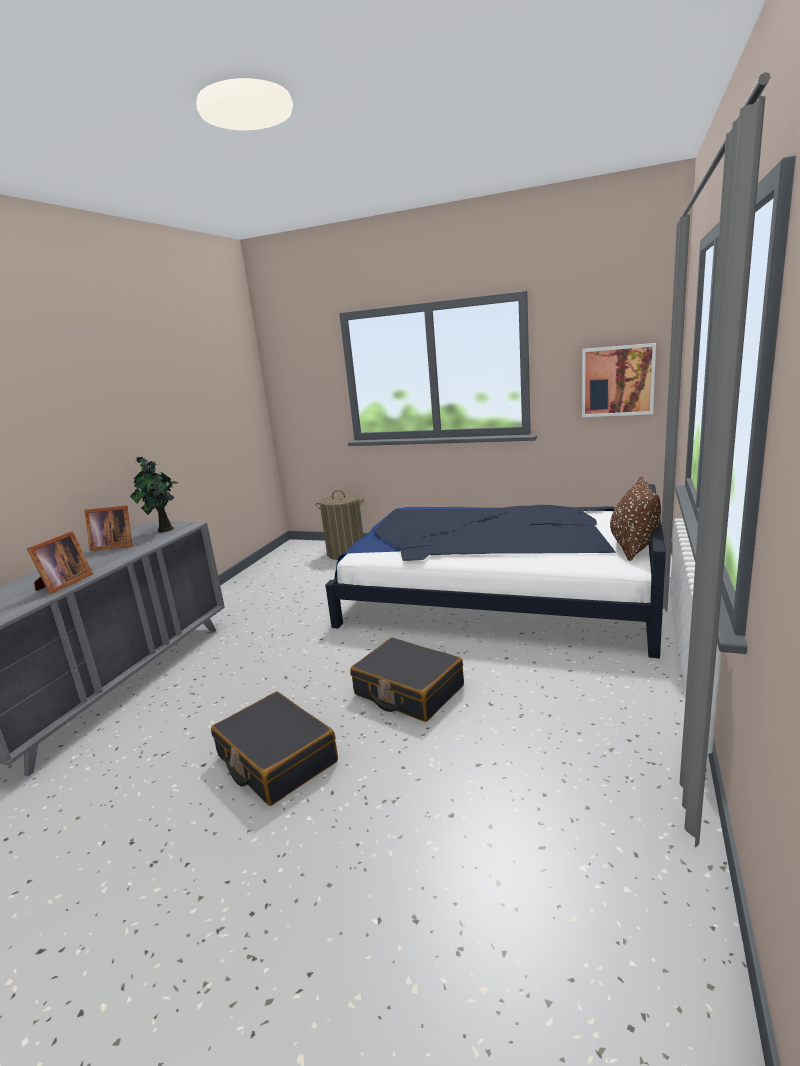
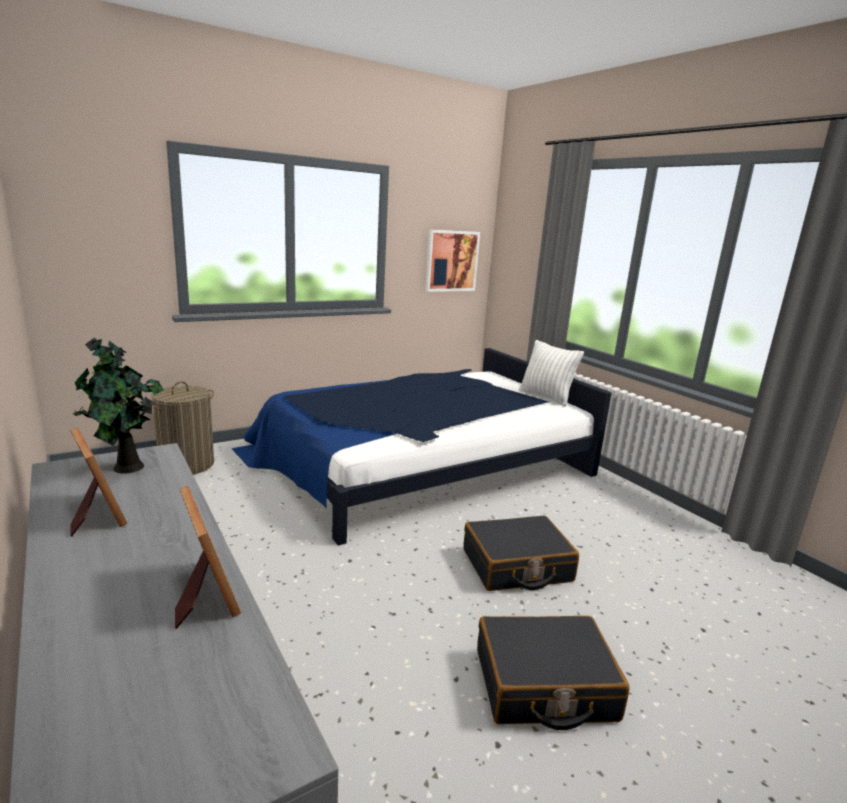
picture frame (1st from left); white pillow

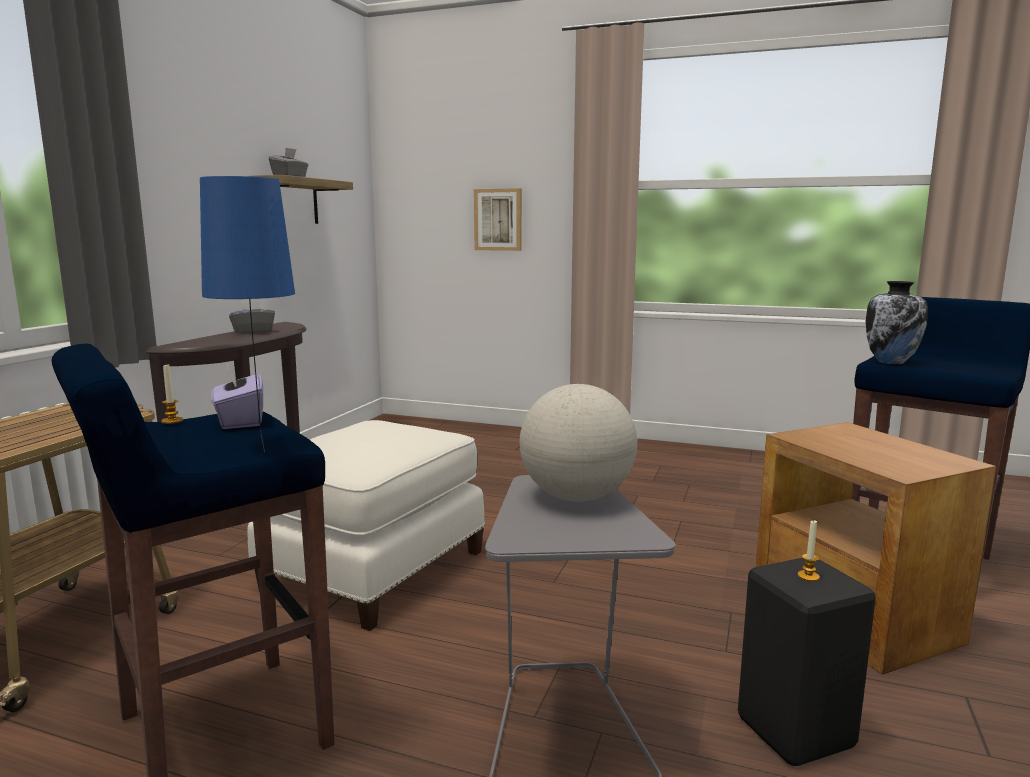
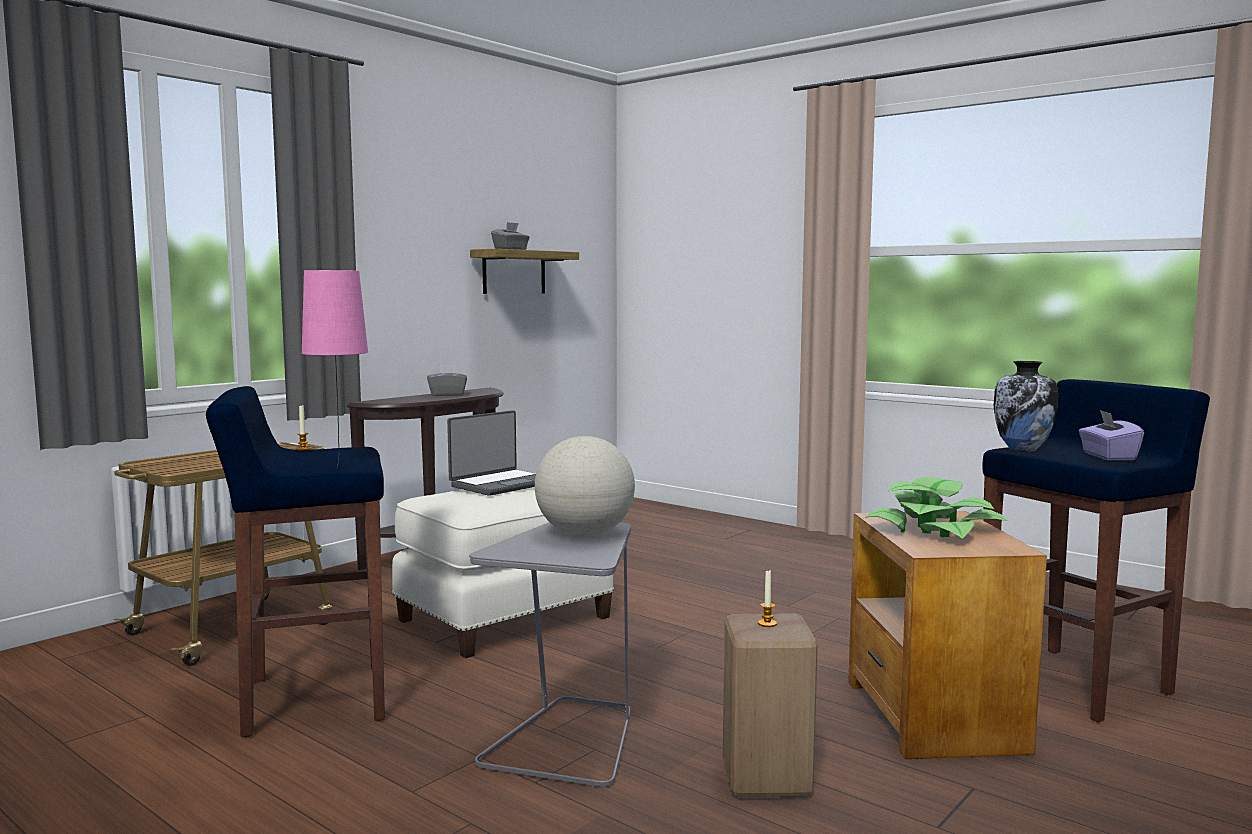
pink table lamp; laptop; beige stool; potted plant; purple tissue box; picture

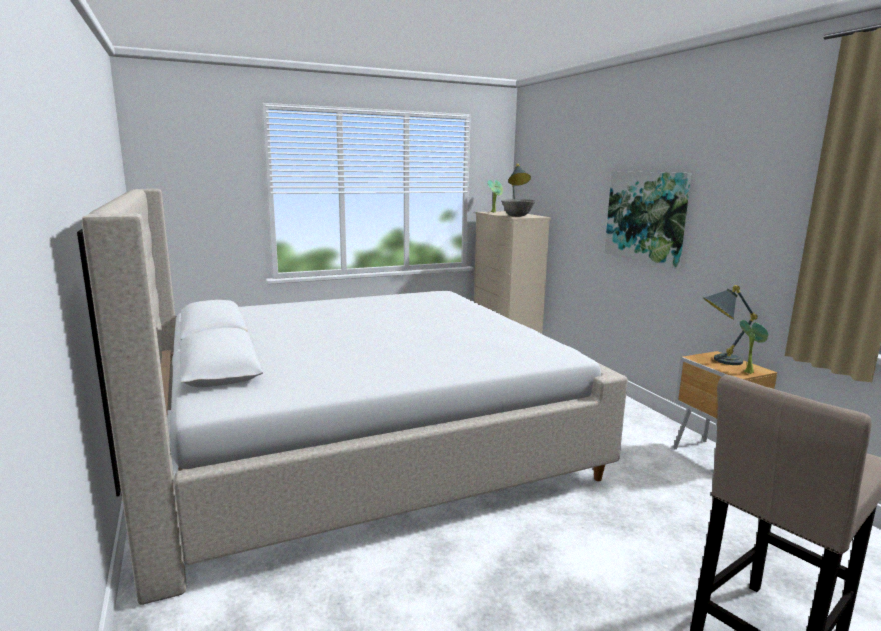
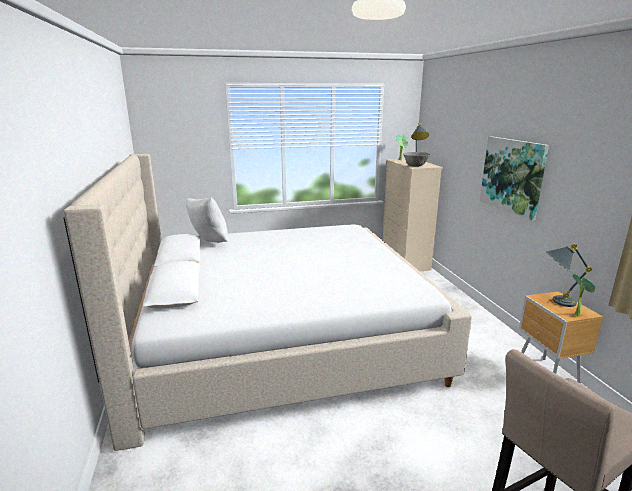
white pillow

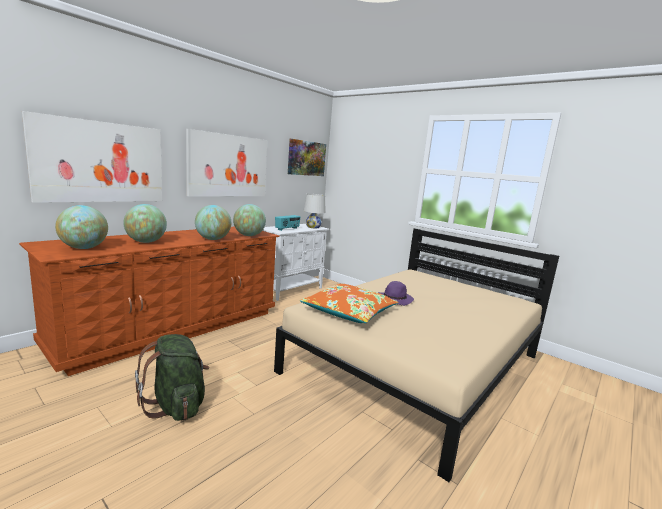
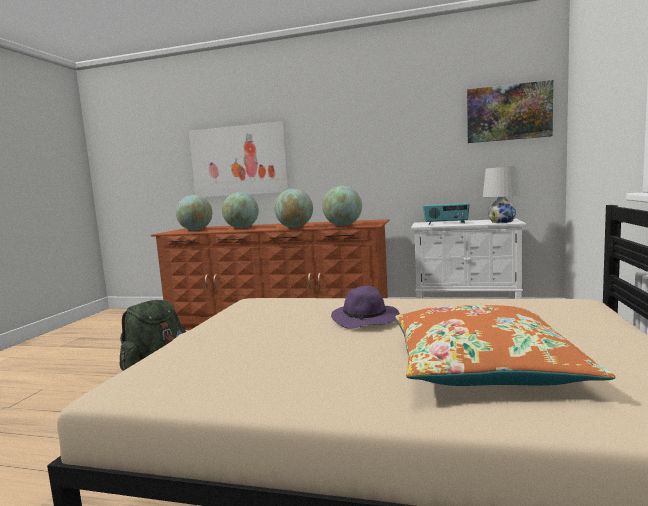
orange pillow; picture (2nd from left in the first image)

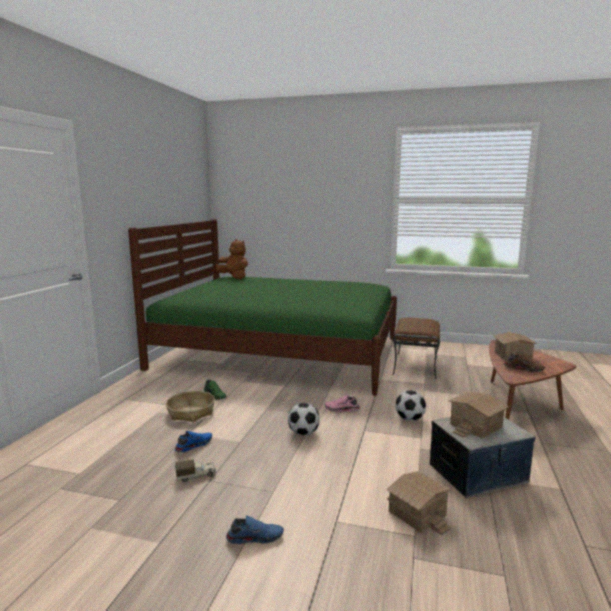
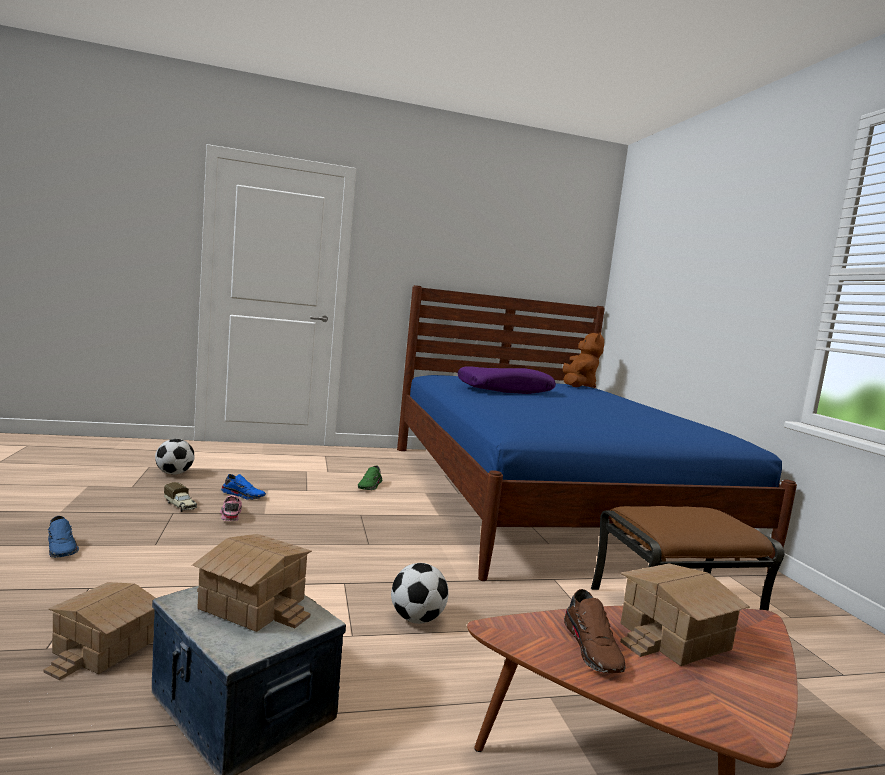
football (1st from left); pink shoe; blue bed; purple pillow; basket

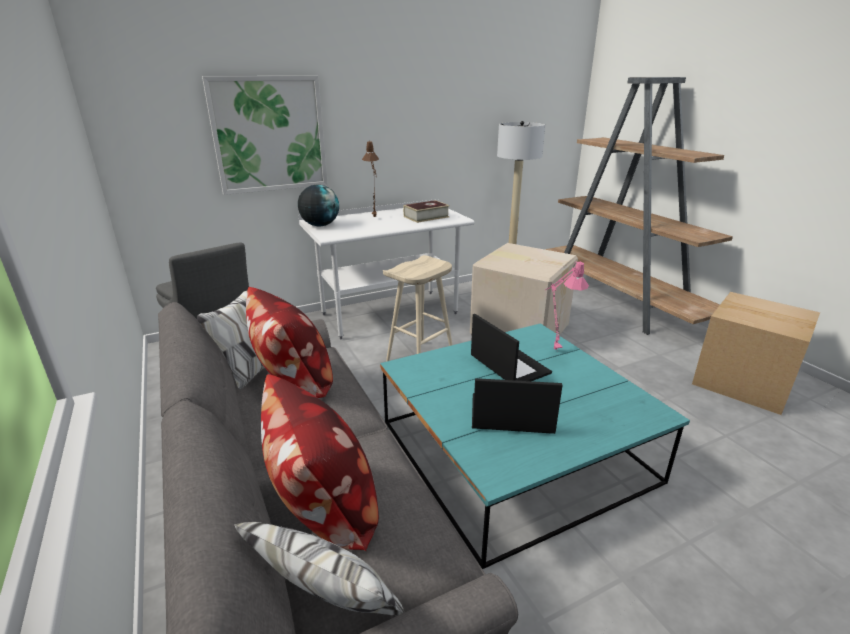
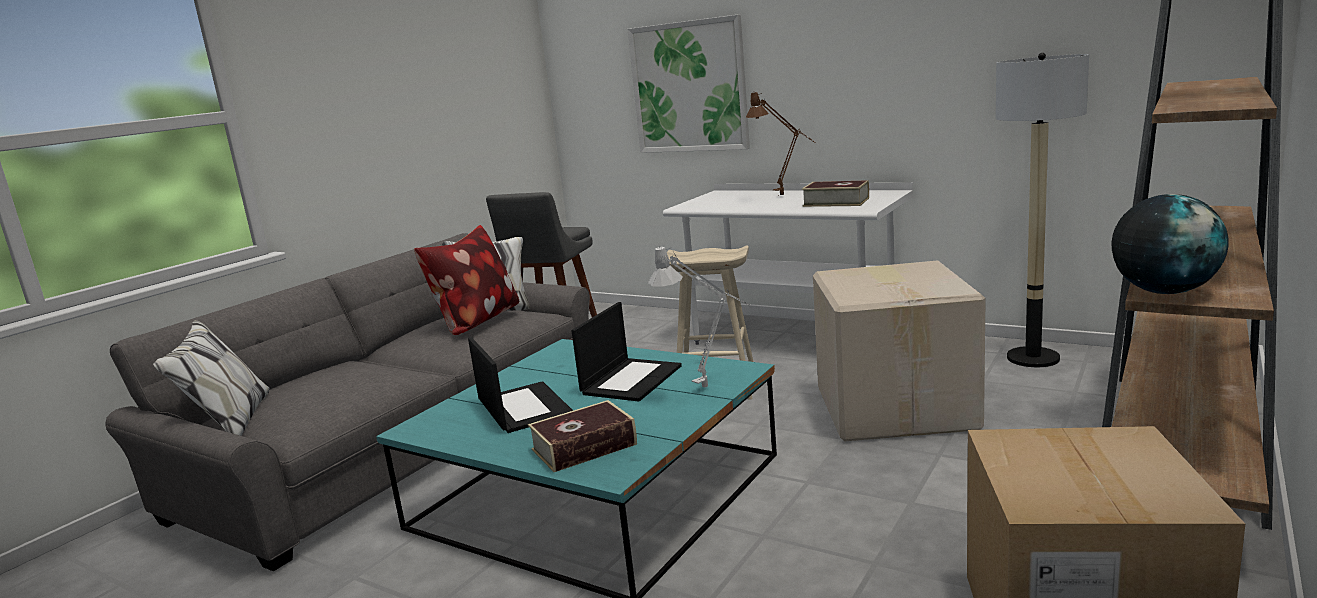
book (1st from left); grey table lamp; globe; pillow (2nd from left in the first image)

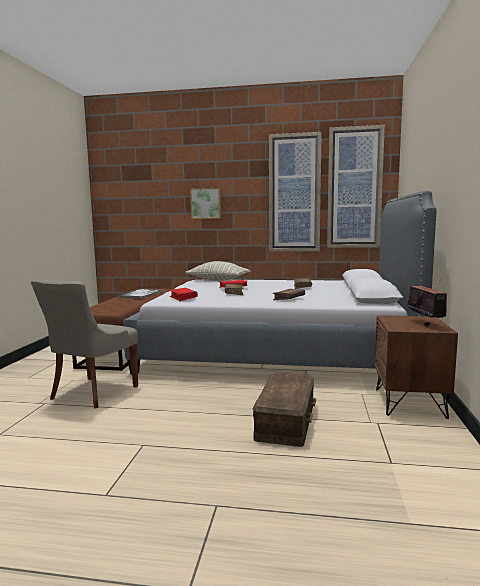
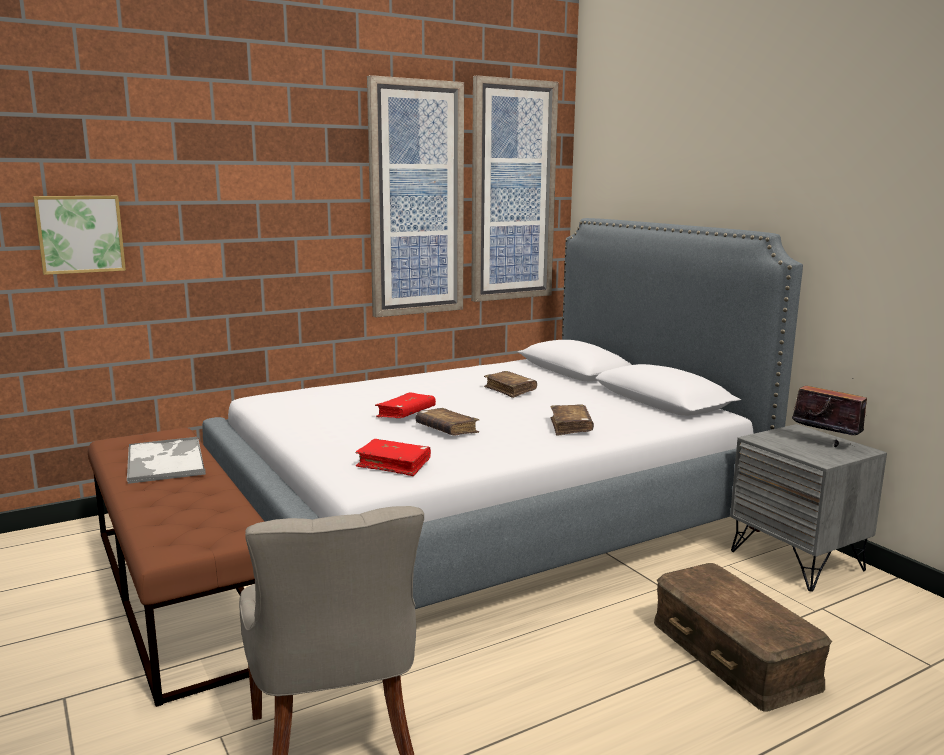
picture (1st from left); grey nightstand; pillow

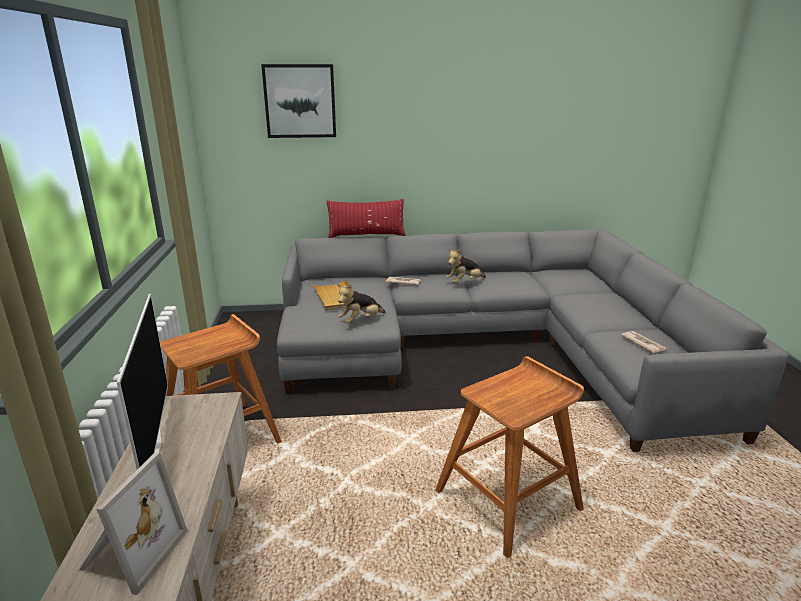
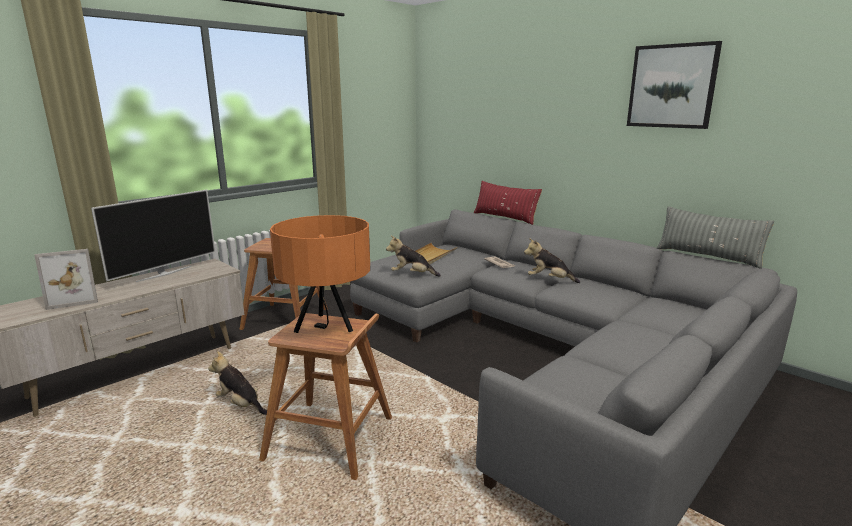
plush toy (1st from left); orange table lamp; picture; grey pillow; newspaper (2nd from left in the first image)

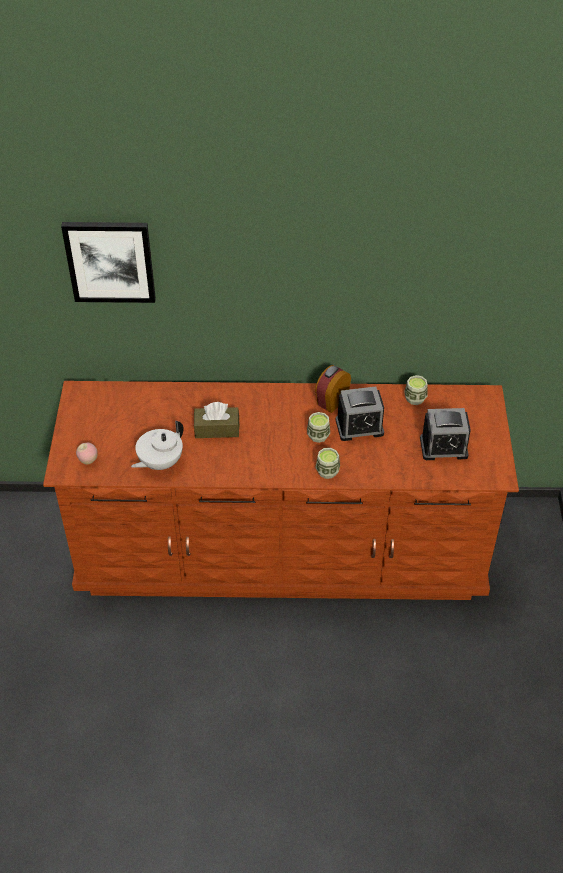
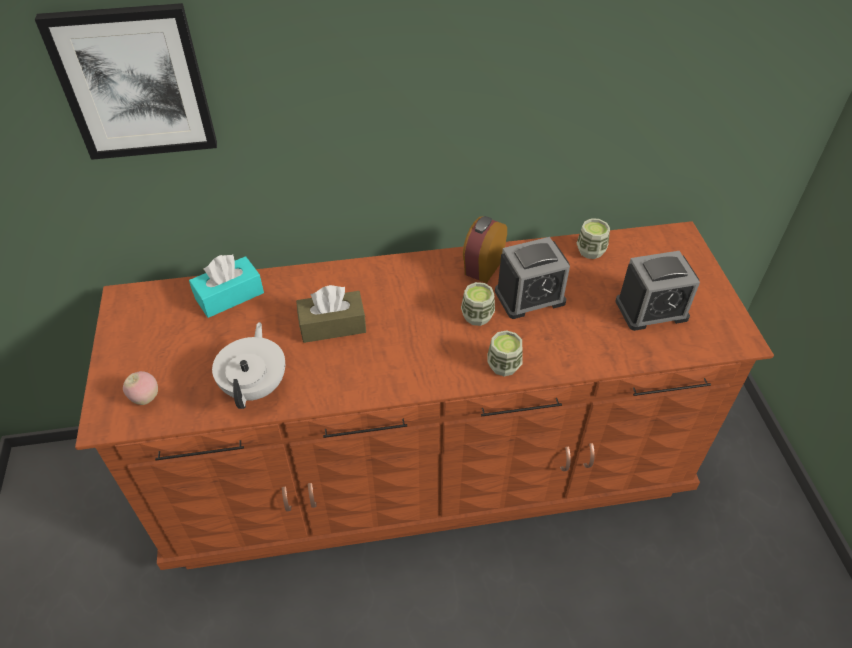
turquoise tissue box; white teapot

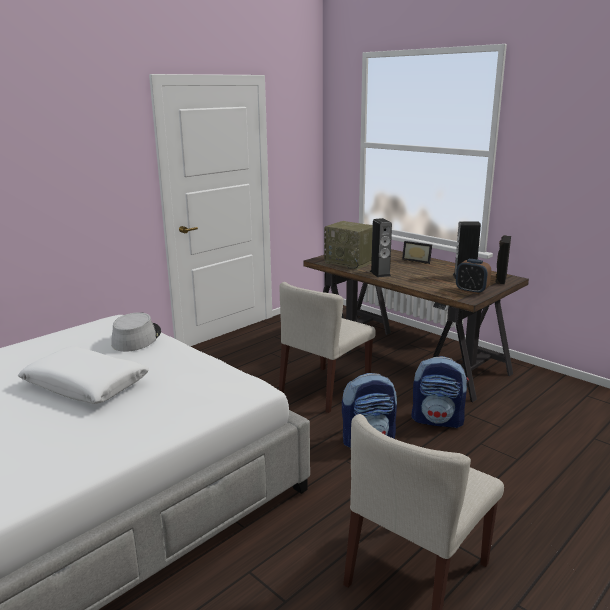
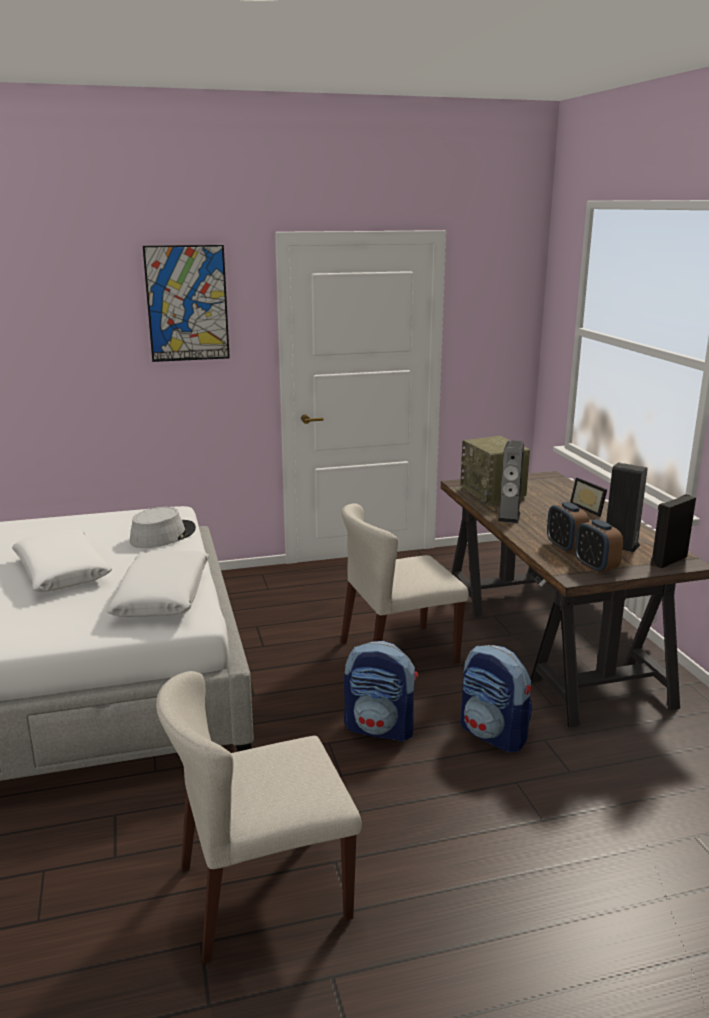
white pillow (2nd from left); picture; alarm clock (1st from left)

